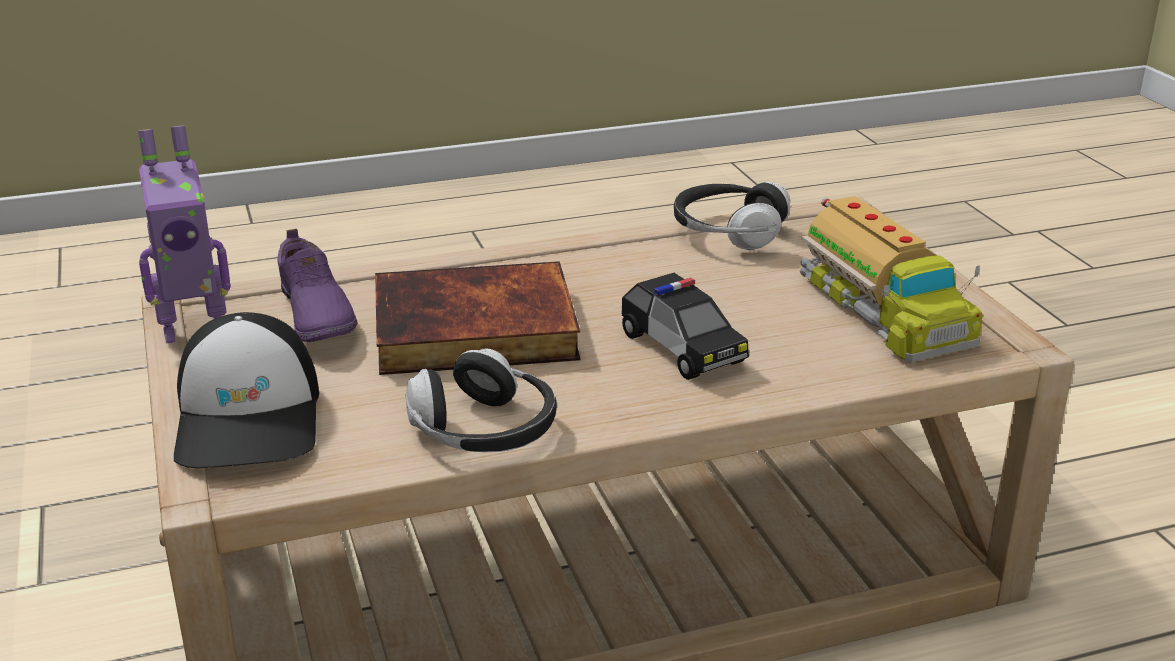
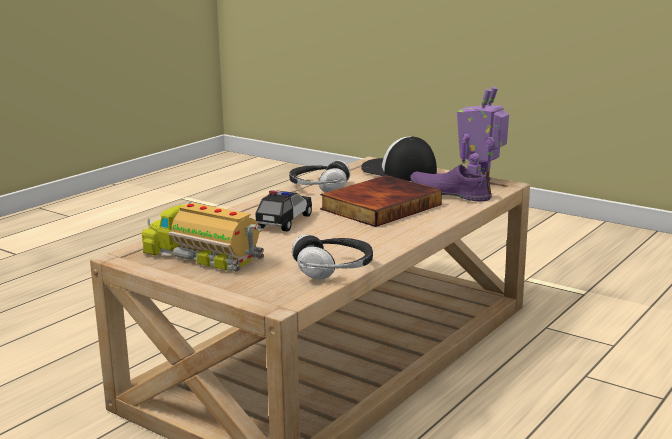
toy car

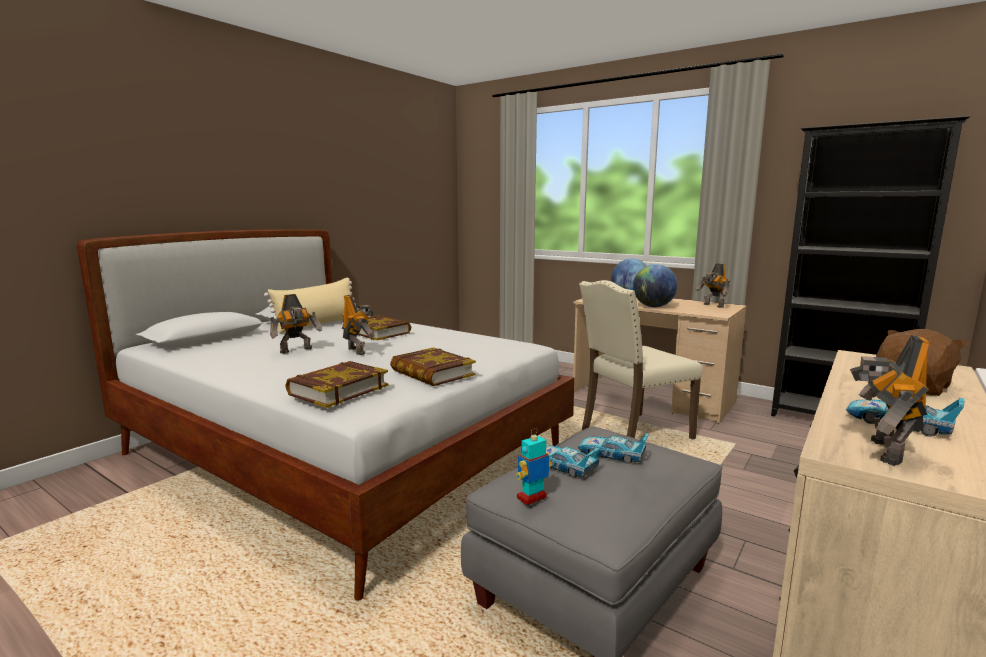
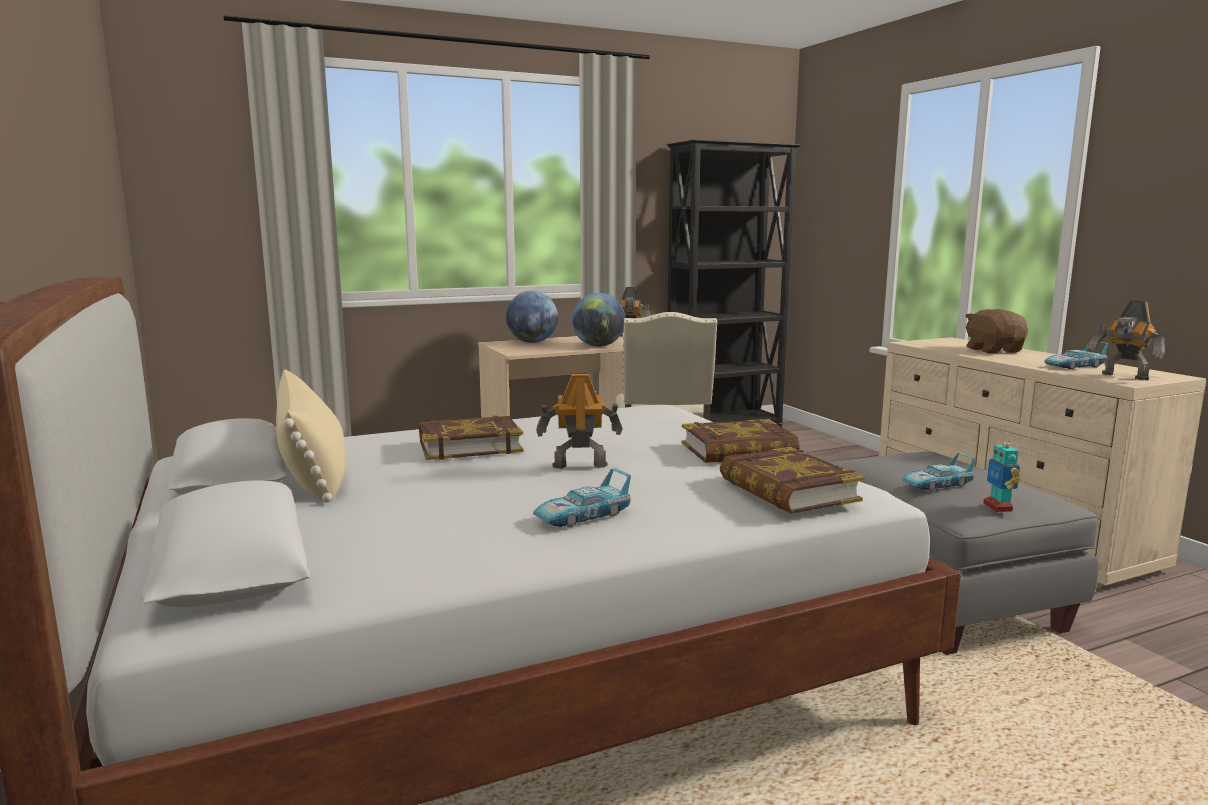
toy car (1st from left); toy robot (1st from left in the first image)

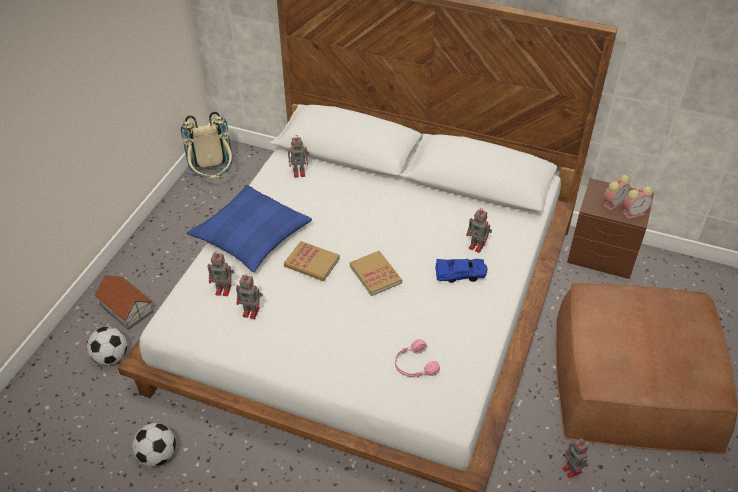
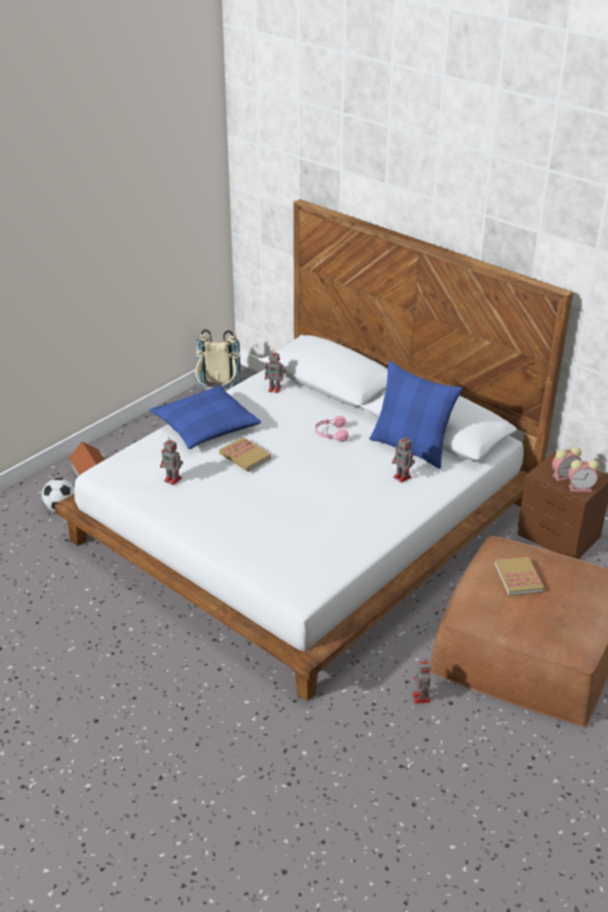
pink headphones; blue pillow (2nd from left); book (2nd from left); football (2nd from left in the first image); toy robot (1st from left in the first image); blue toy car

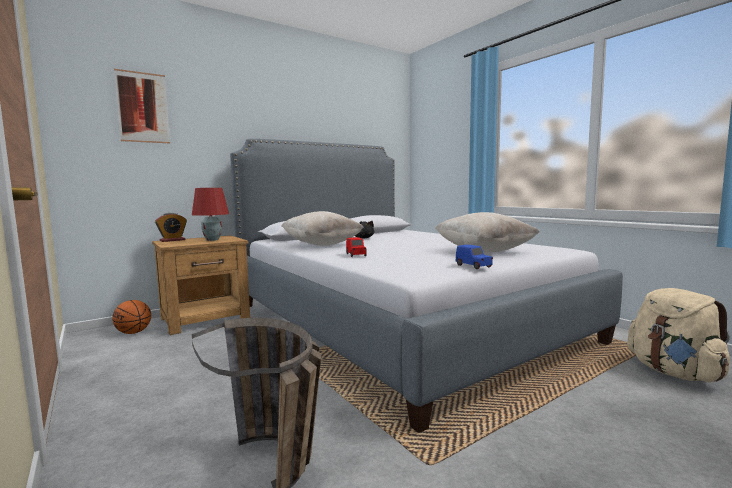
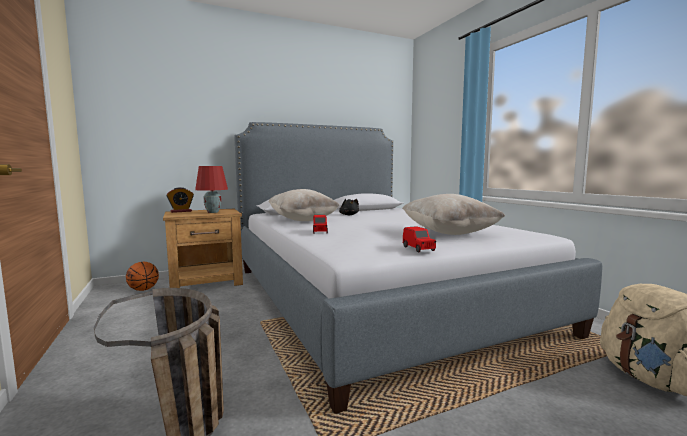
red toy car (2nd from left); picture

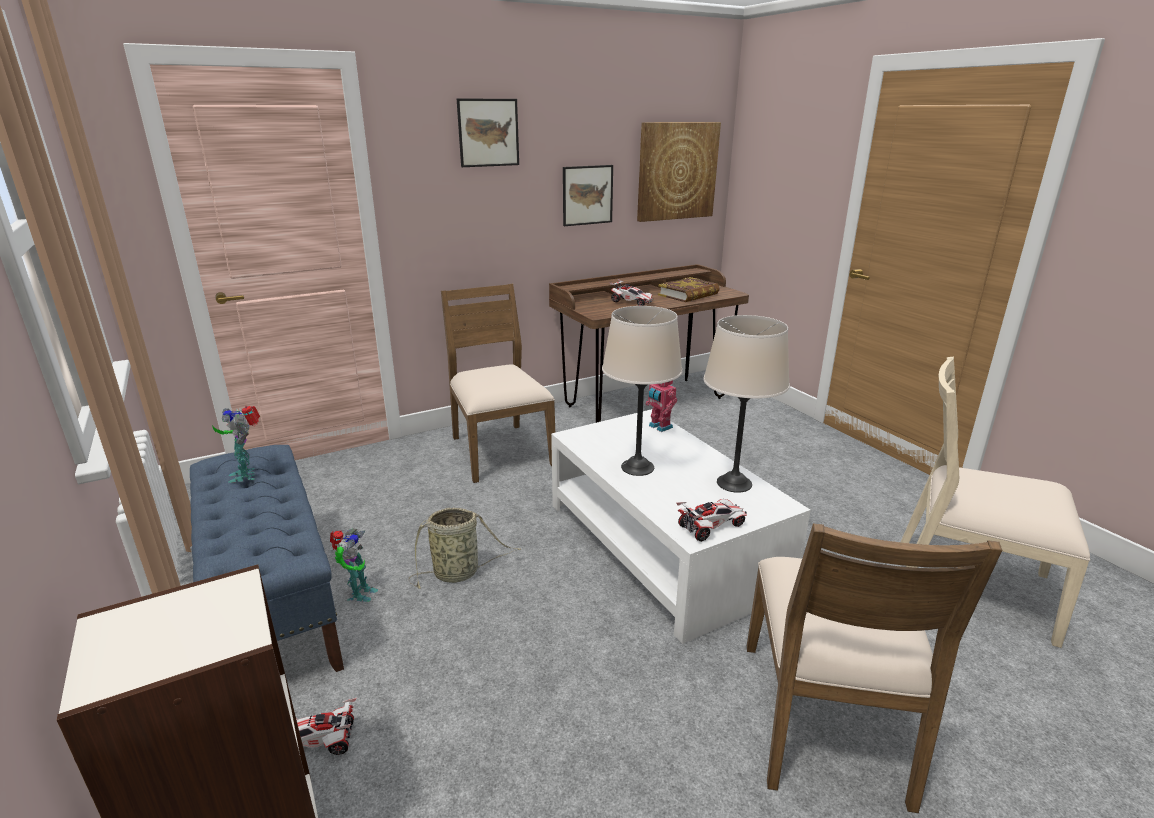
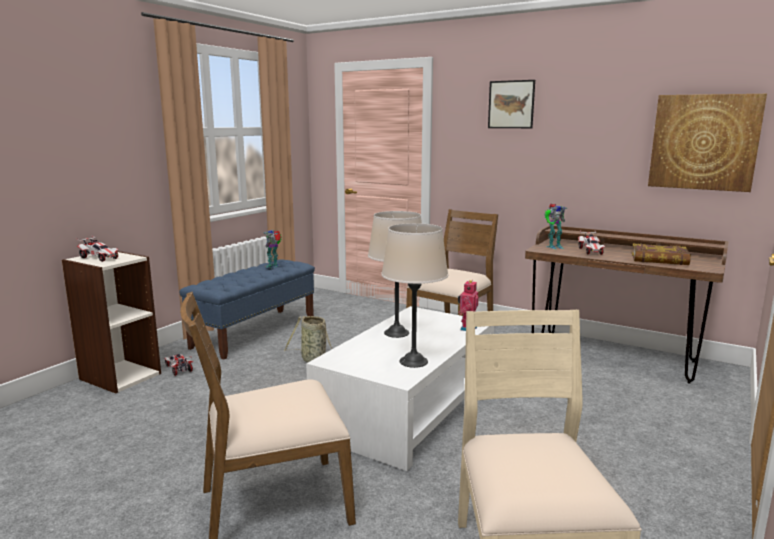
toy car (1st from left); toy robot (3rd from left); picture (2nd from left in the first image)

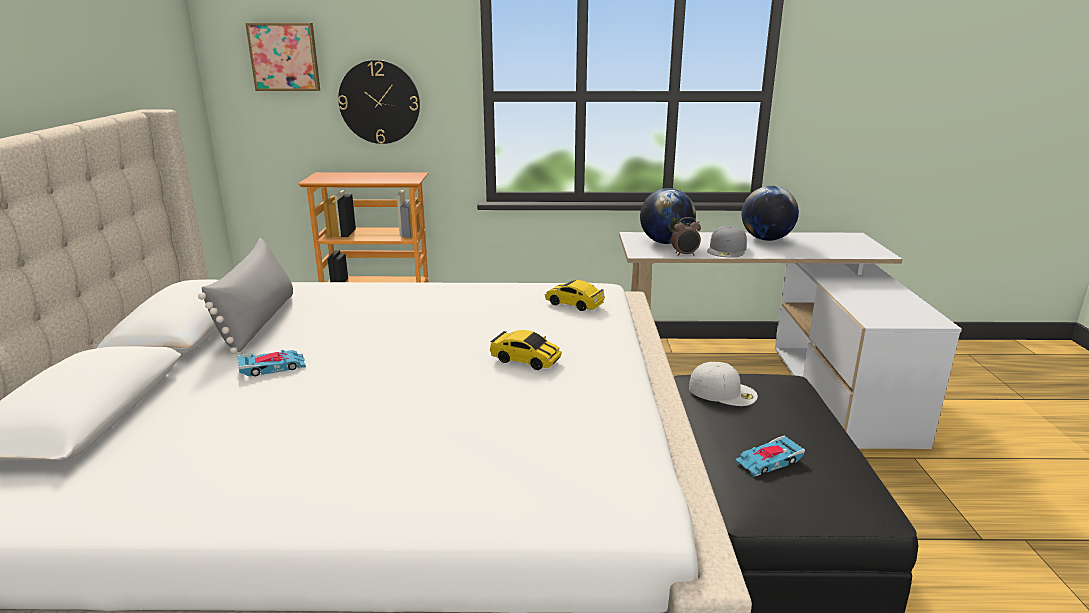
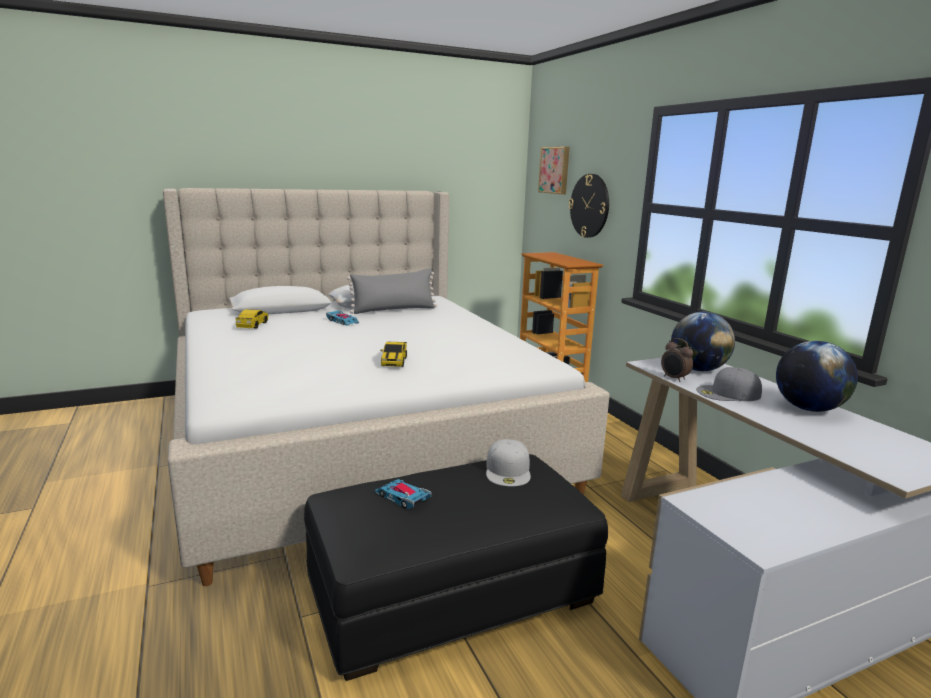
toy car (1st from left)

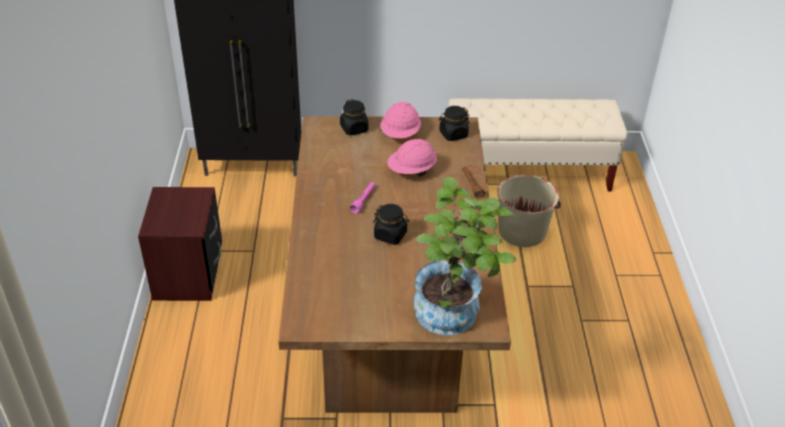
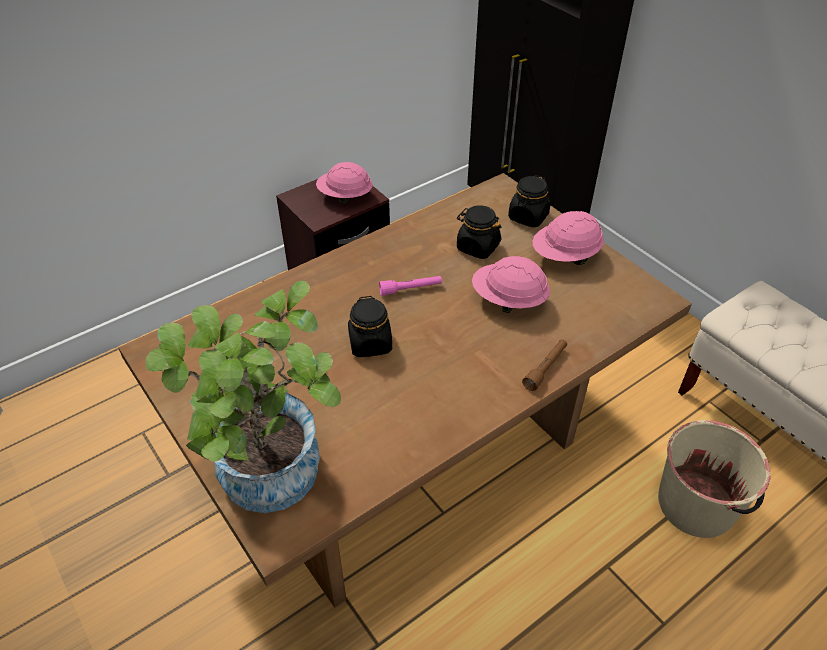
pink hard hat (1st from left); black jar (2nd from left)

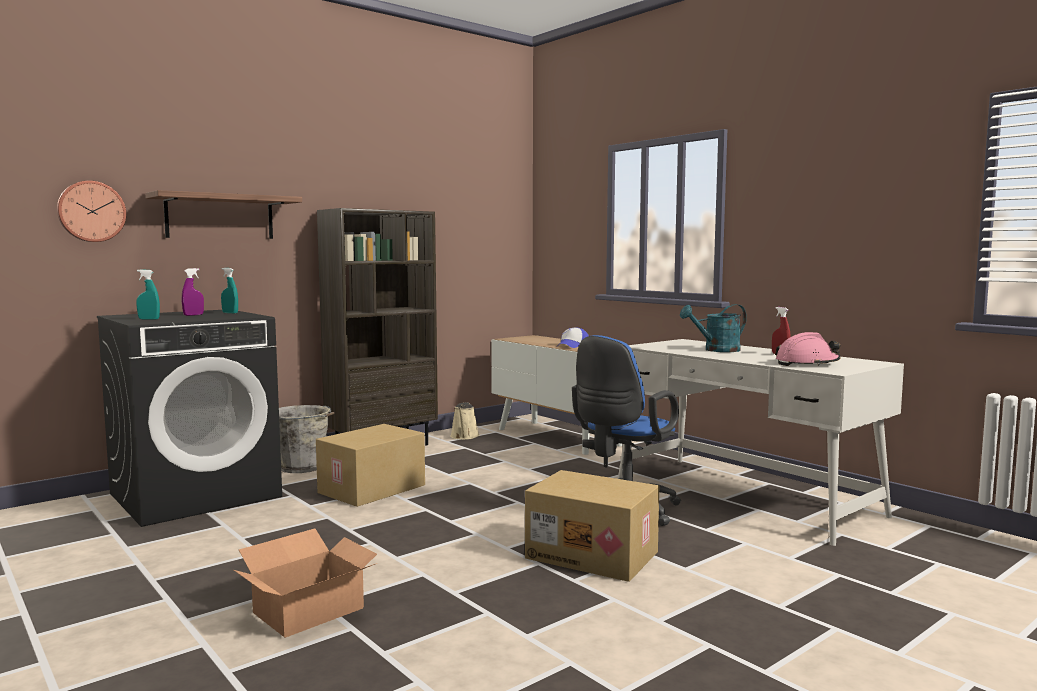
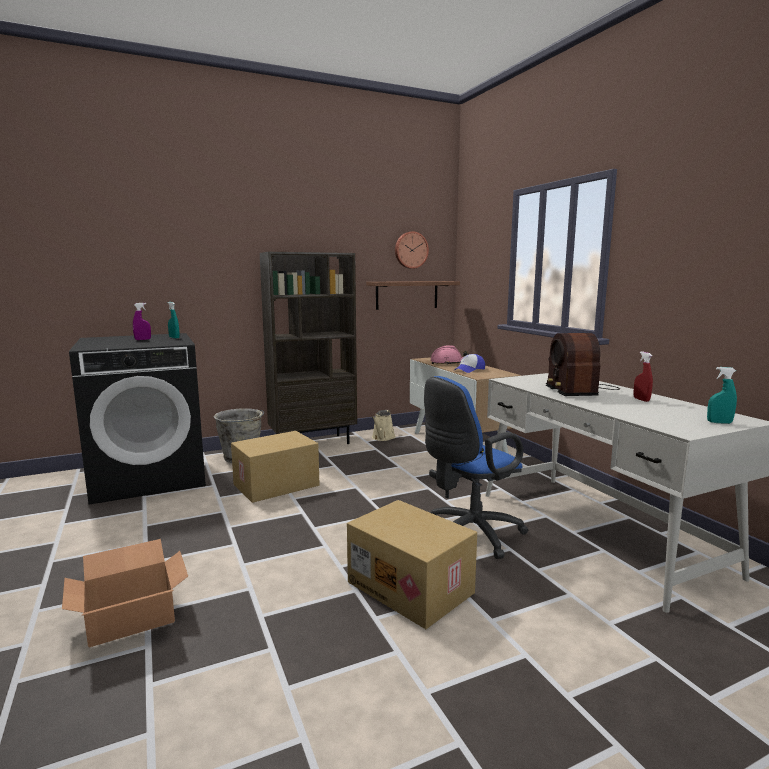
shelf; wall clock; pink hard hat; radio; turquoise spray bottle (2nd from left)

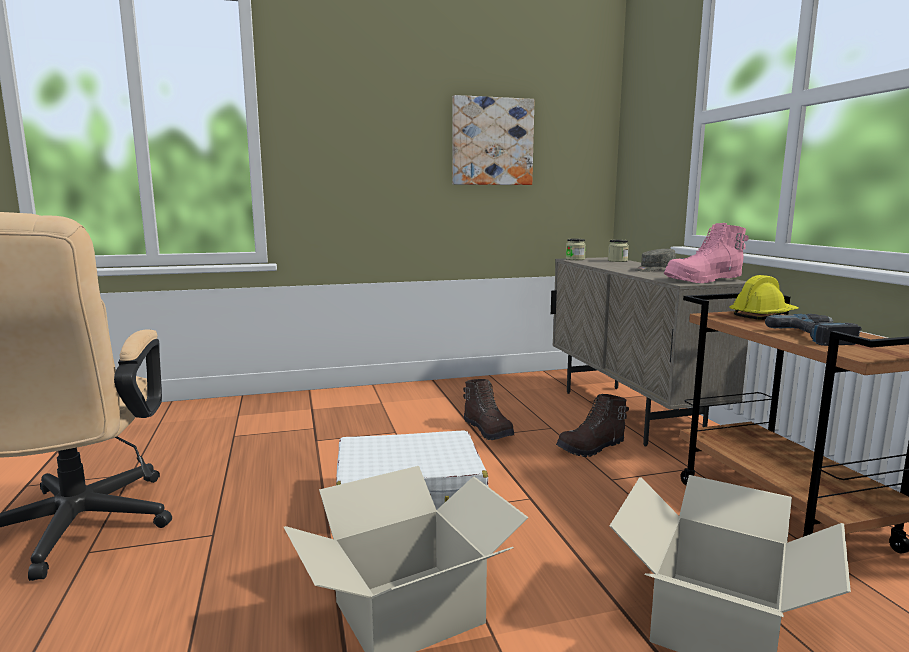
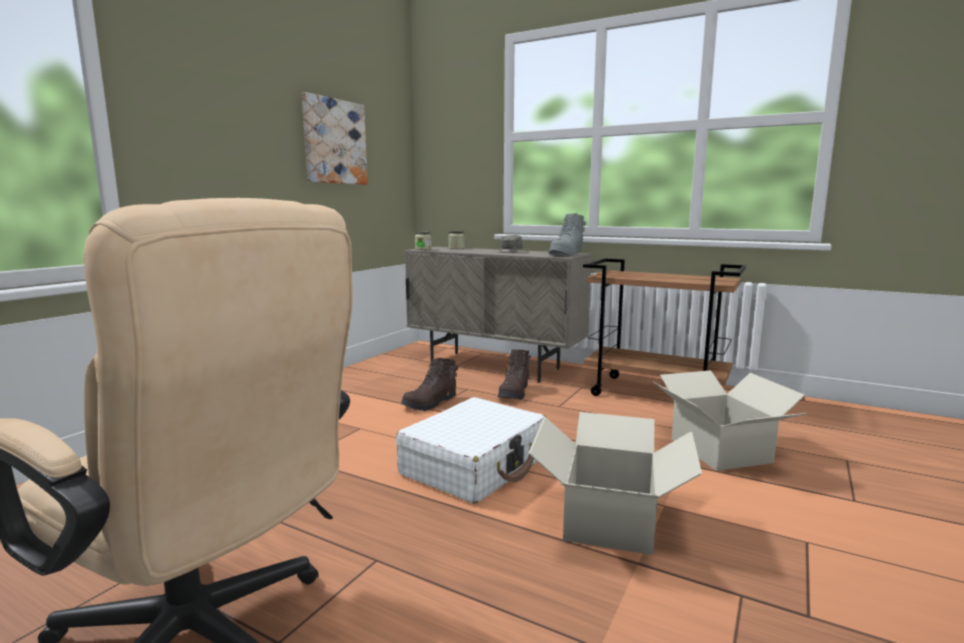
brown boot (1st from left); grey boot; yellow hard hat; power drill

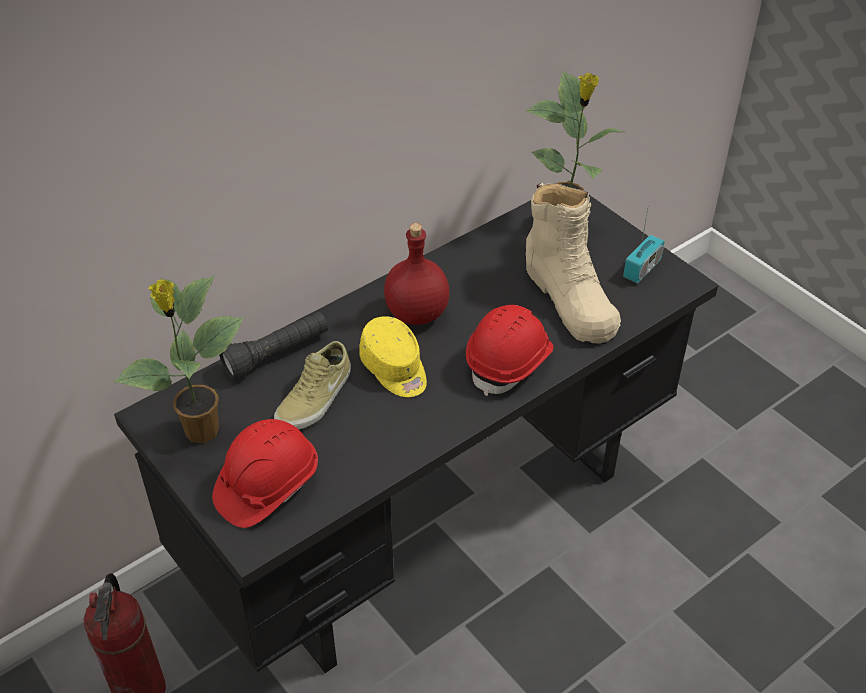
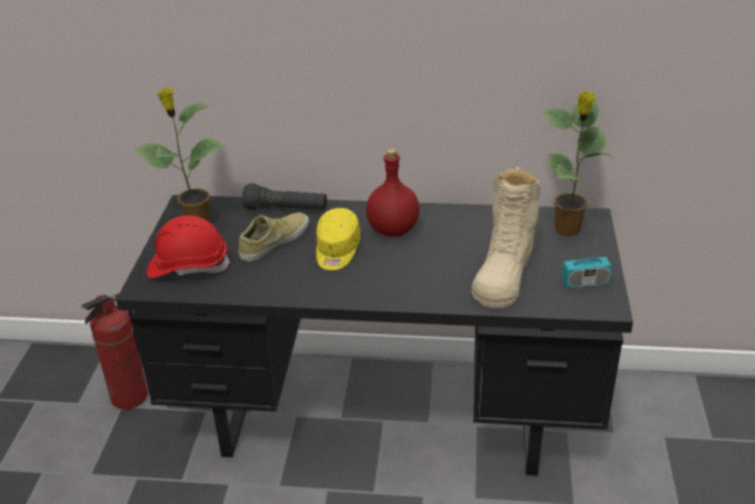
beige shoe; red hard hat (2nd from left in the first image)

